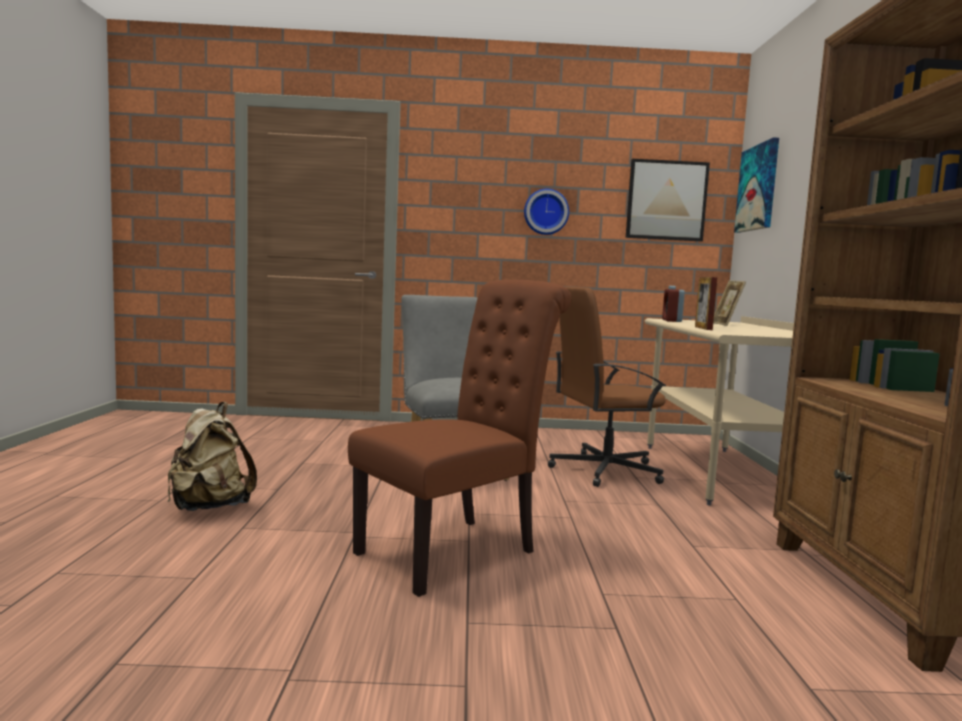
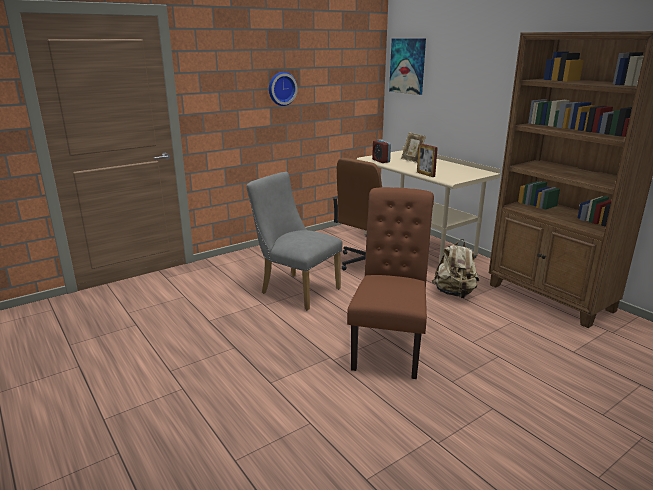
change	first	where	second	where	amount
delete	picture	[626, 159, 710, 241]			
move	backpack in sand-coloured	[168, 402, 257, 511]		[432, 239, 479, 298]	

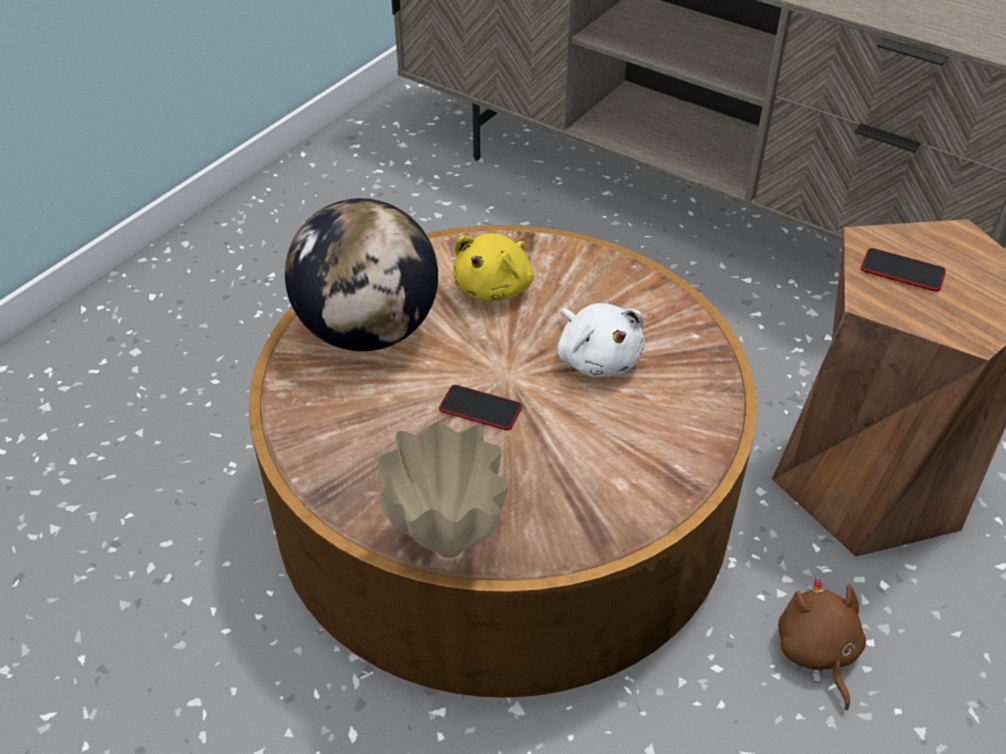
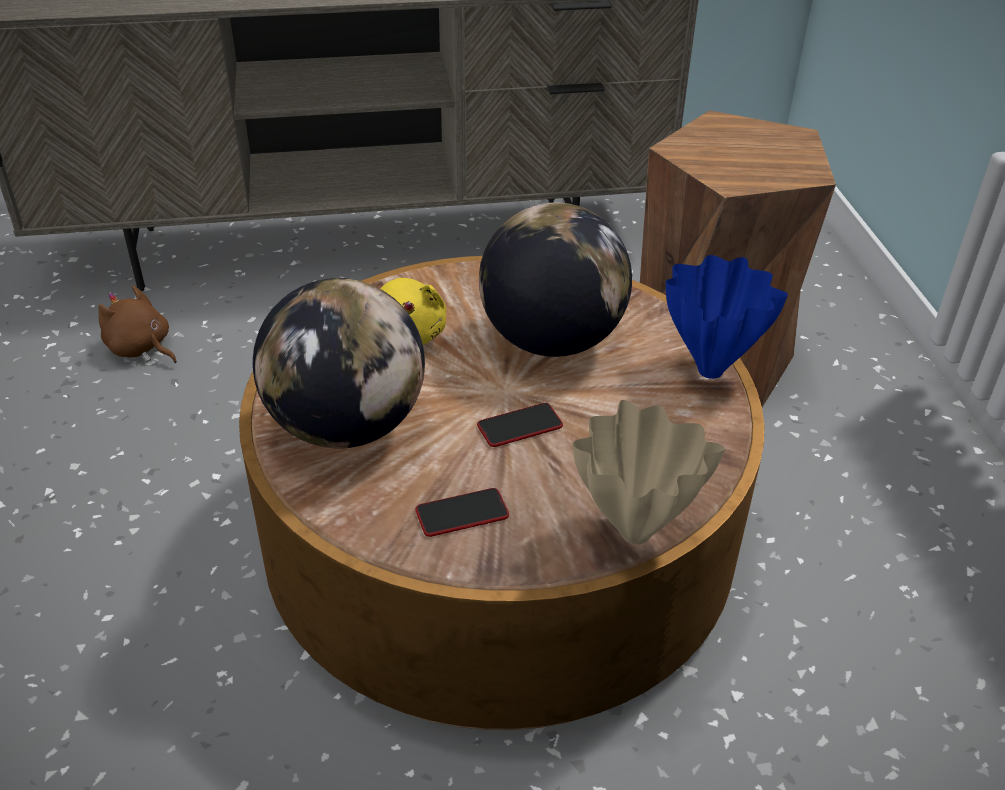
change	first	where	second	where	amount
insert			vase in blue	[666, 255, 788, 379]	
move	cuddly toy in brown	[778, 576, 866, 710]		[98, 286, 177, 363]	
move	handset	[861, 248, 946, 292]		[415, 488, 509, 537]	
replace	cuddly toy in white-coloured	[558, 303, 645, 377]	globe	[479, 203, 632, 357]	

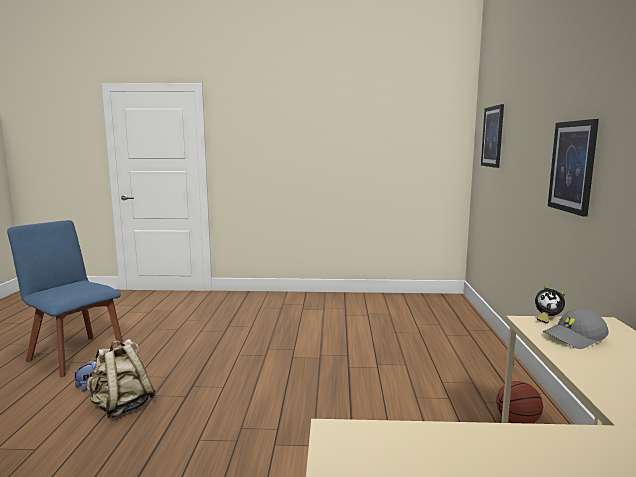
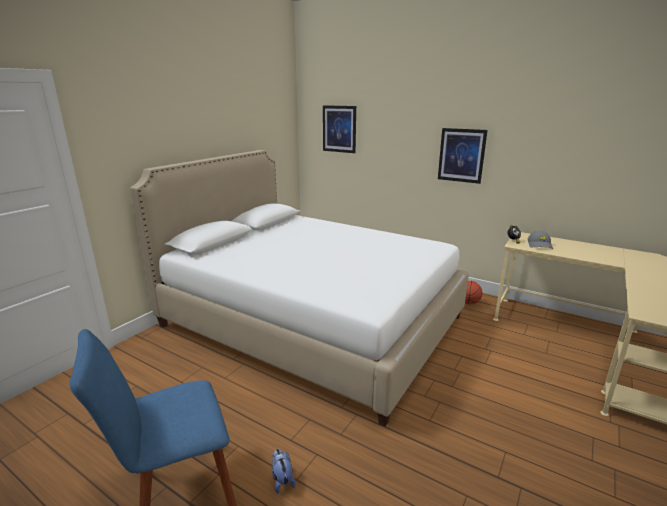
change	first	where	second	where	amount
delete	backpack in sand-coloured	[86, 339, 156, 419]			
insert			bed in white-coloured	[130, 150, 469, 427]	

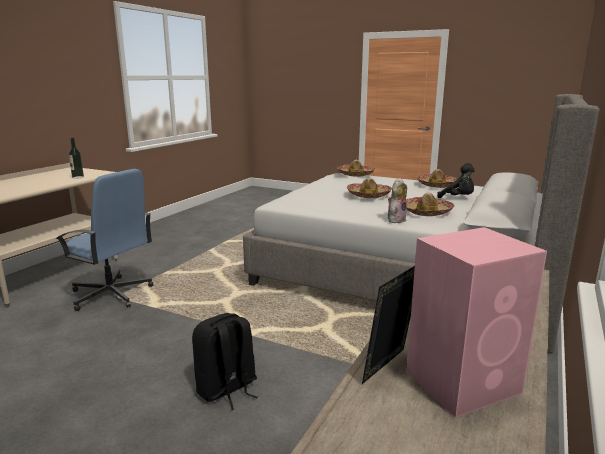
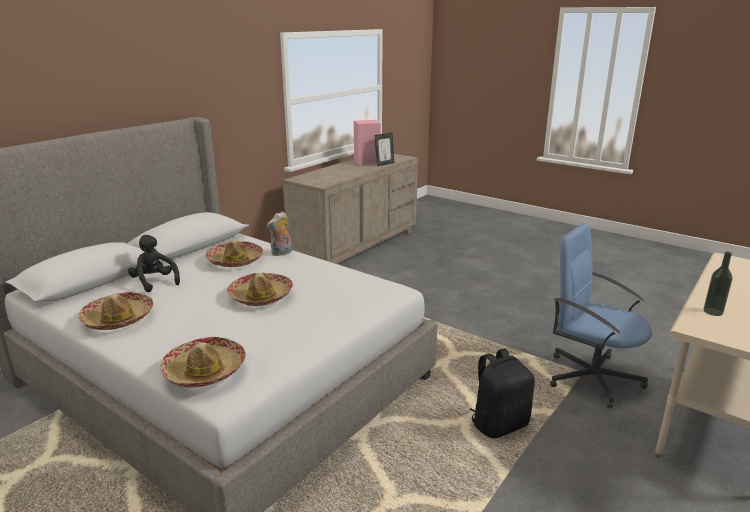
change	first	where	second	where	amount
move	backpack in blackish	[192, 313, 258, 410]		[469, 348, 535, 439]	

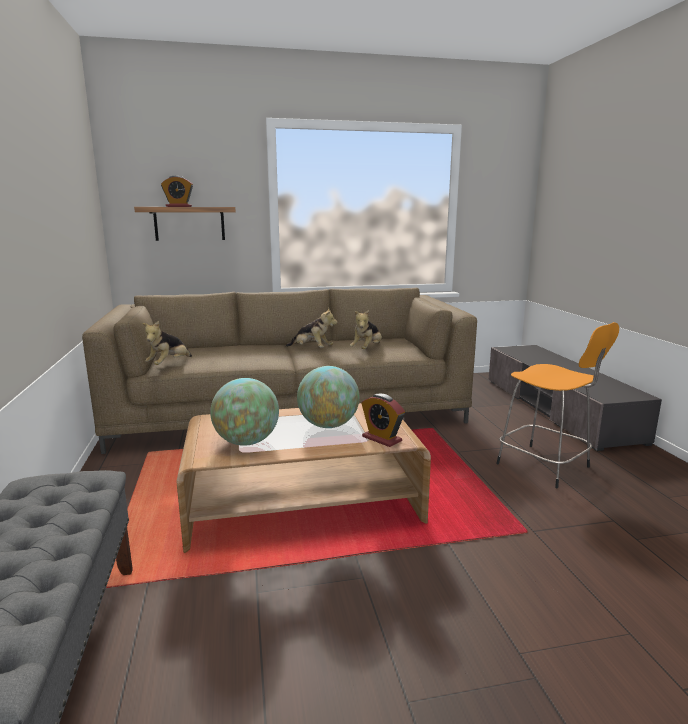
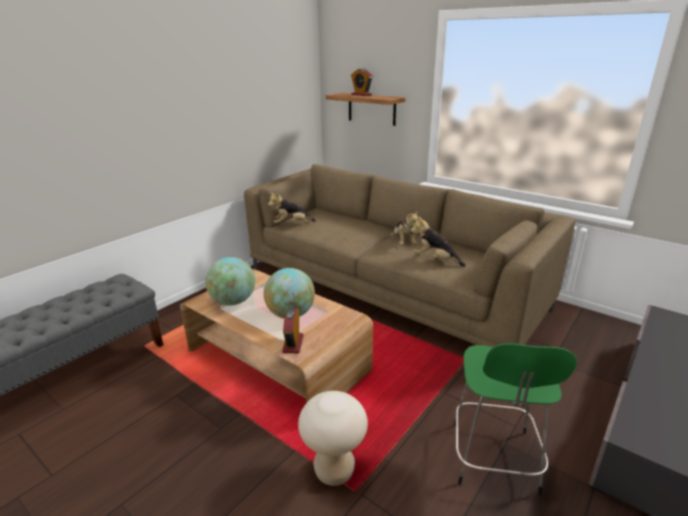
change	first	where	second	where	amount
insert			stool in sand-coloured	[298, 391, 368, 486]	
recolor	stool in orange-coloured	[496, 322, 619, 488]	stool in green-coloured	[454, 343, 577, 495]	
rotate	cuddly toy	[350, 310, 382, 349]		[411, 216, 466, 267]	45 degrees clockwise

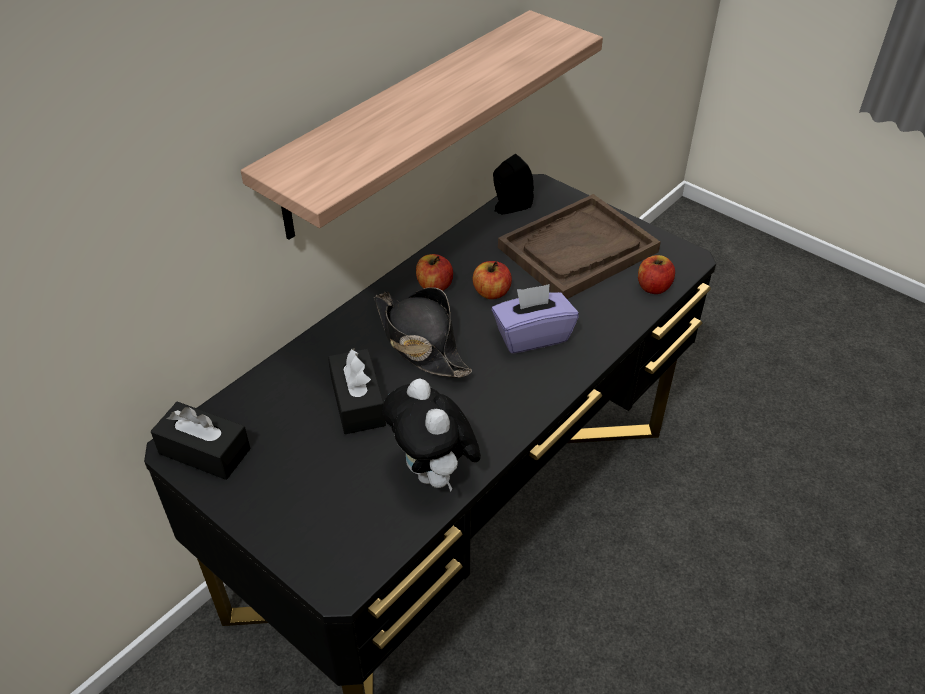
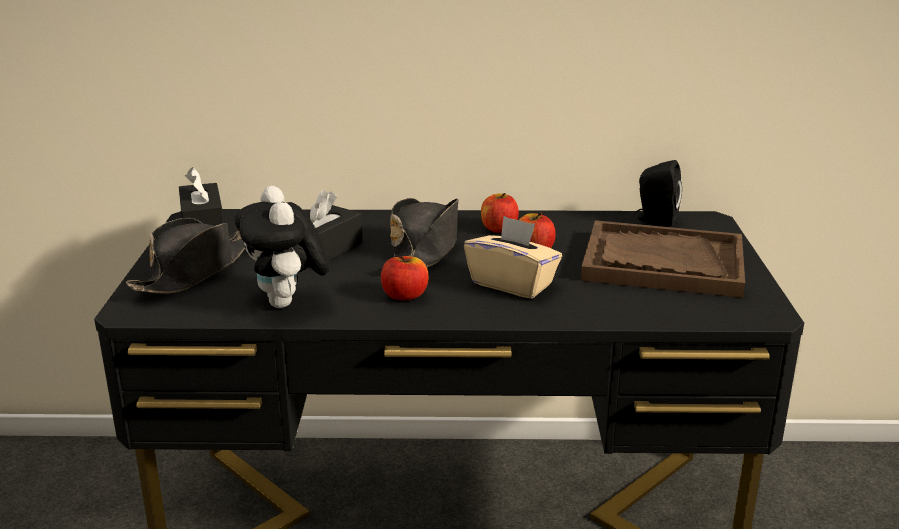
change	first	where	second	where	amount
delete	wall shelf	[241, 10, 603, 240]			
insert			clothing hat in blackish	[126, 218, 245, 294]	
move	apple	[638, 255, 675, 294]		[381, 256, 429, 301]	
recolor	box of tissues in purple	[492, 284, 579, 354]	box of tissues in sand-coloured	[464, 216, 562, 299]	
rotate	cuddly toy	[382, 378, 481, 492]		[235, 186, 330, 308]	45 degrees counterclockwise

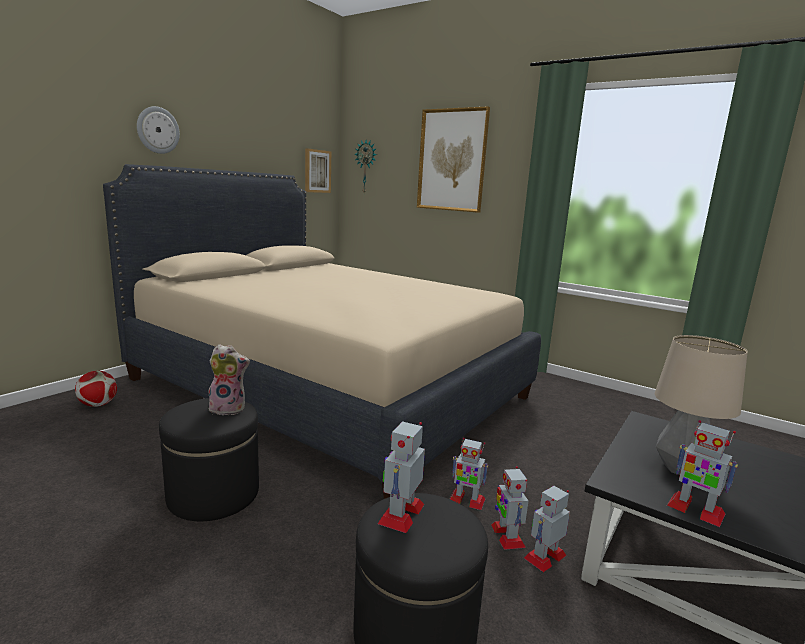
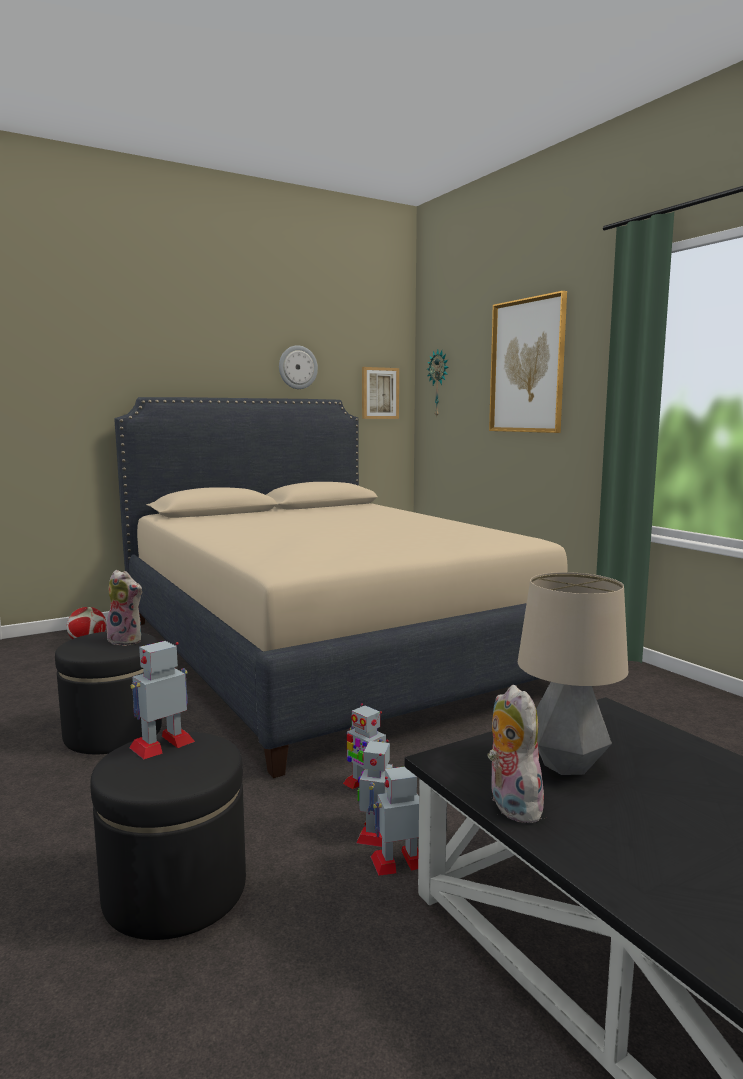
change	first	where	second	where	amount
move	wall clock	[137, 106, 180, 154]		[279, 345, 318, 389]	
replace	model robot	[667, 420, 738, 527]	cuddly toy	[487, 685, 544, 823]	

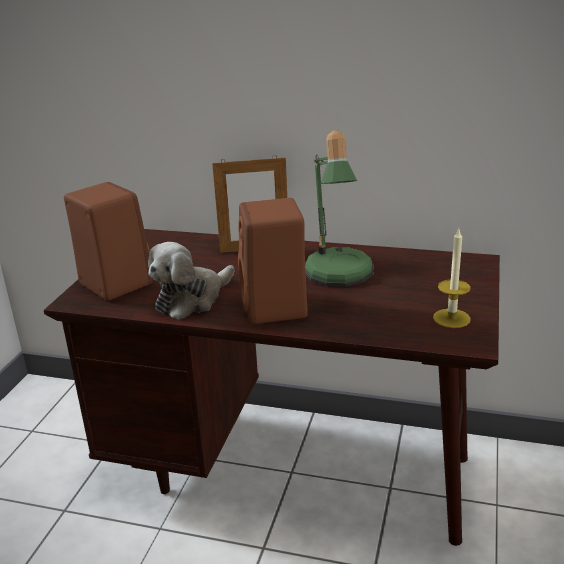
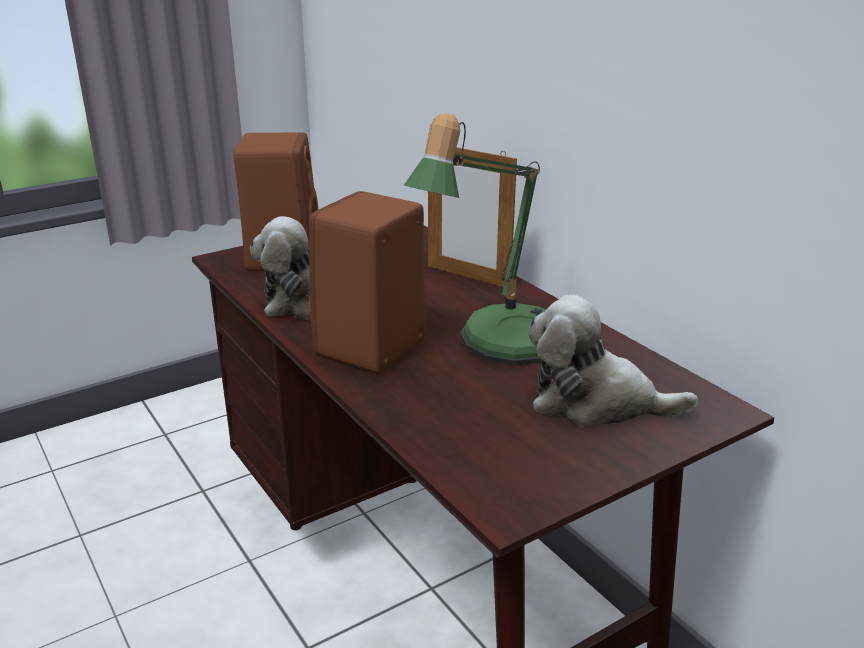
change	first	where	second	where	amount
delete	wax candle	[433, 229, 471, 328]			
insert			cuddly toy	[529, 294, 698, 427]	

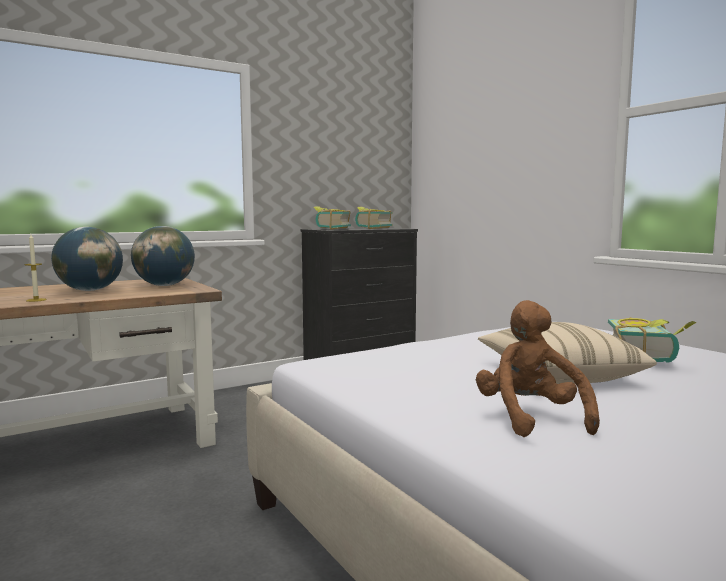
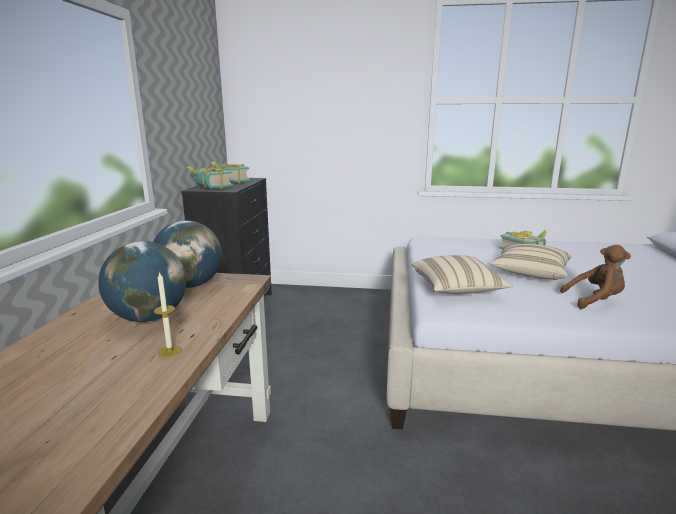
change	first	where	second	where	amount
insert			throw pillow in sand-coloured	[412, 255, 512, 294]	
rotate	cuddly toy in brown	[476, 300, 600, 437]		[560, 245, 631, 309]	150 degrees clockwise

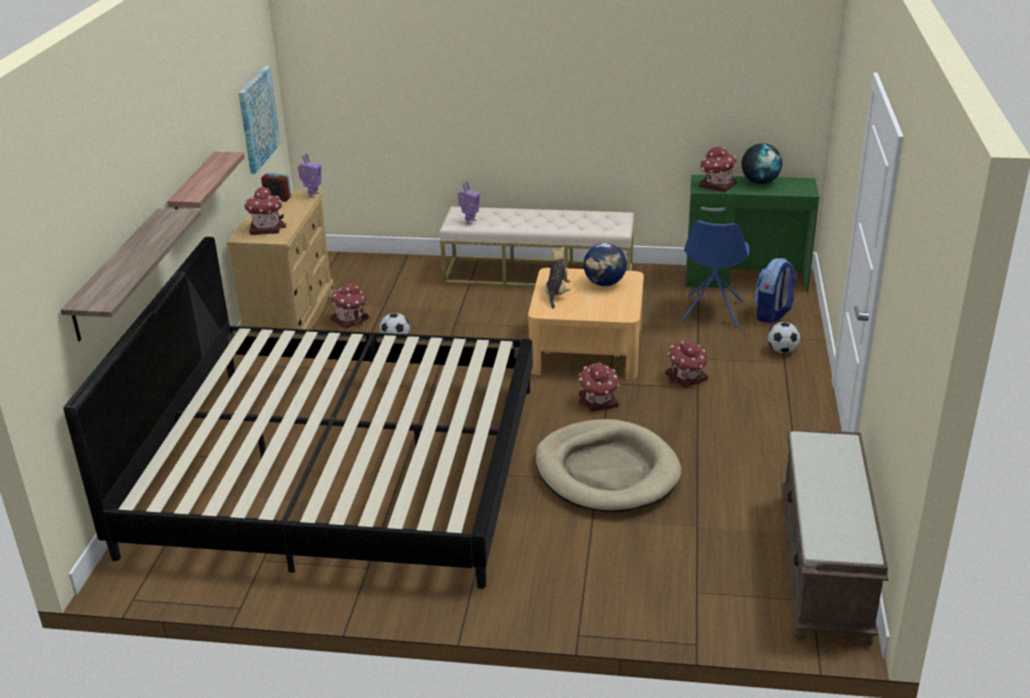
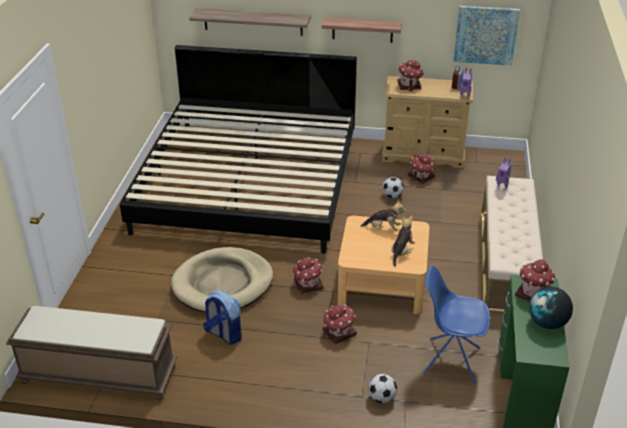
change	first	where	second	where	amount
move	backpack	[754, 258, 797, 323]		[203, 290, 242, 345]	
replace	globe	[584, 243, 627, 286]	cuddly toy	[391, 216, 415, 267]	

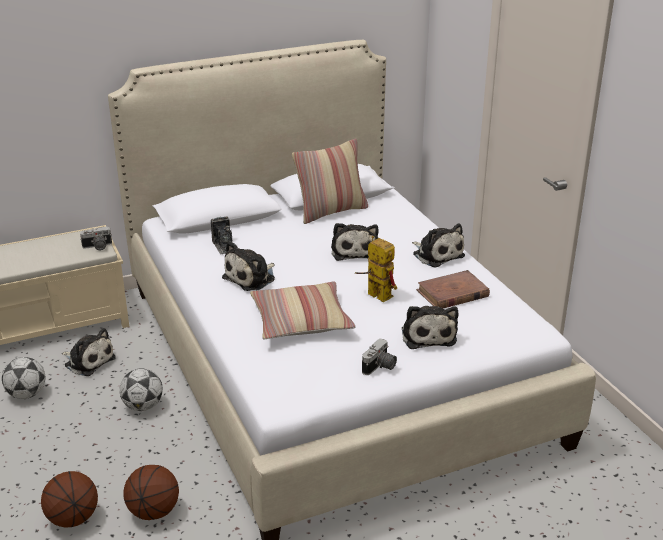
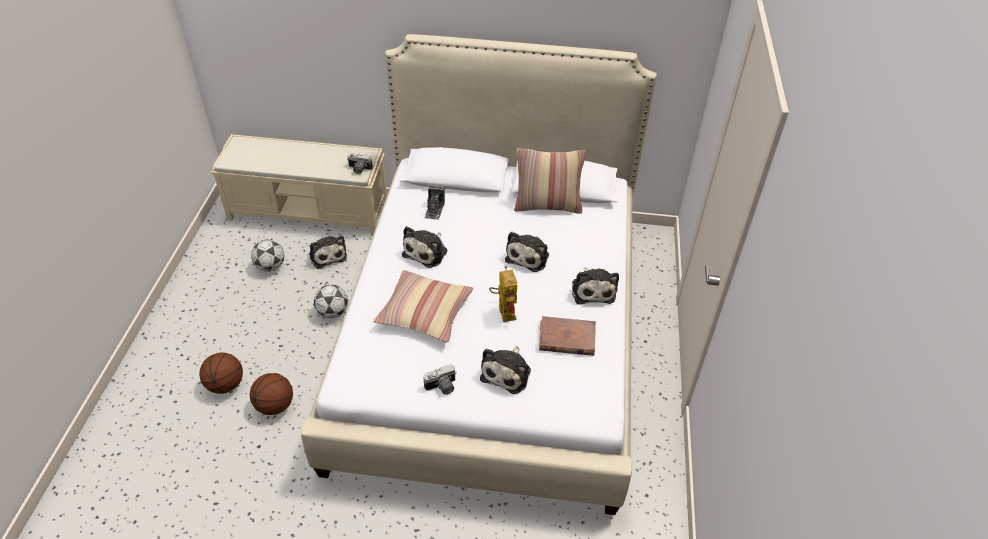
change	first	where	second	where	amount
rotate	cuddly toy	[222, 241, 275, 291]		[402, 226, 447, 268]	45 degrees counterclockwise

